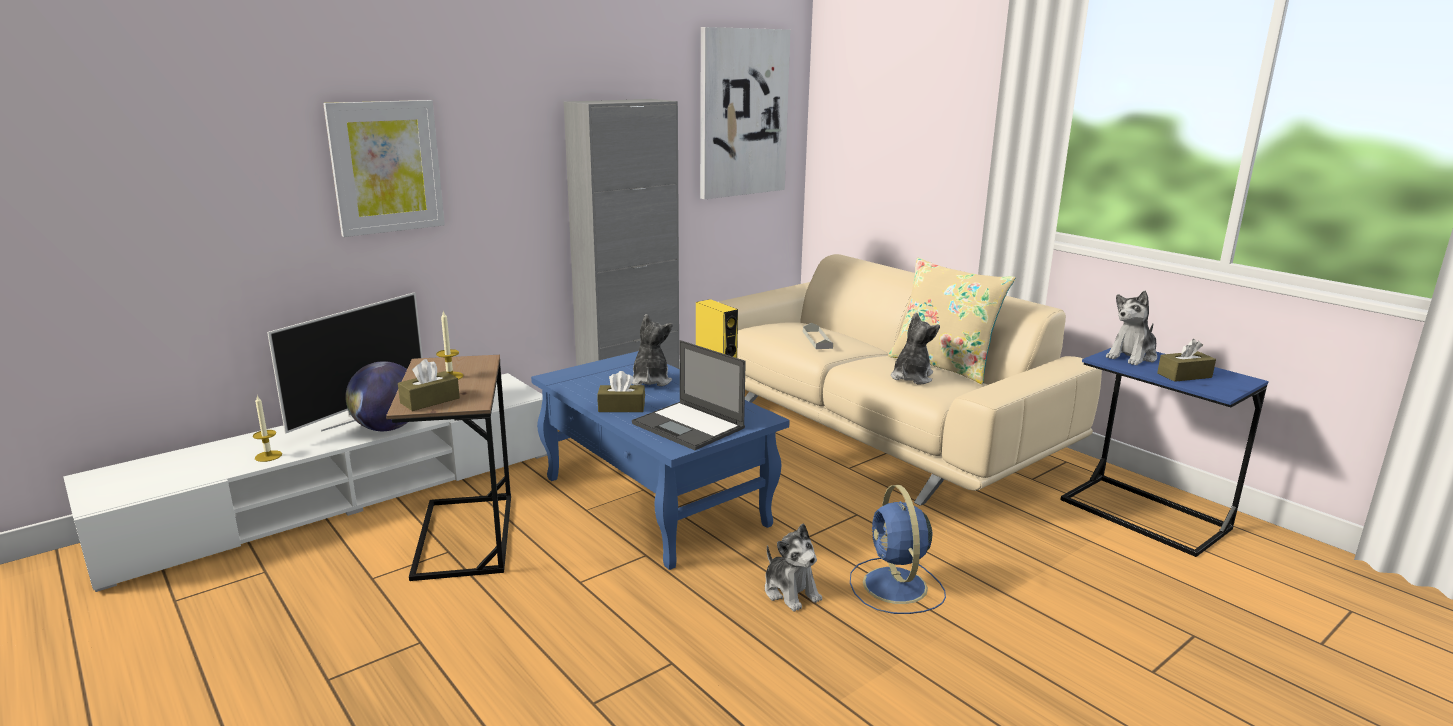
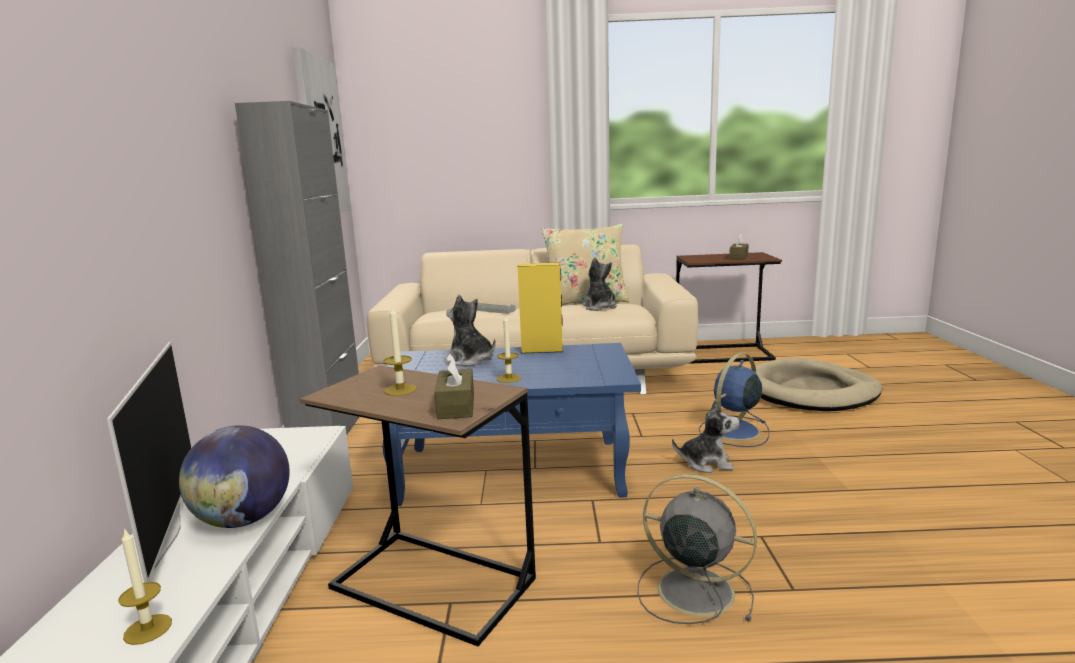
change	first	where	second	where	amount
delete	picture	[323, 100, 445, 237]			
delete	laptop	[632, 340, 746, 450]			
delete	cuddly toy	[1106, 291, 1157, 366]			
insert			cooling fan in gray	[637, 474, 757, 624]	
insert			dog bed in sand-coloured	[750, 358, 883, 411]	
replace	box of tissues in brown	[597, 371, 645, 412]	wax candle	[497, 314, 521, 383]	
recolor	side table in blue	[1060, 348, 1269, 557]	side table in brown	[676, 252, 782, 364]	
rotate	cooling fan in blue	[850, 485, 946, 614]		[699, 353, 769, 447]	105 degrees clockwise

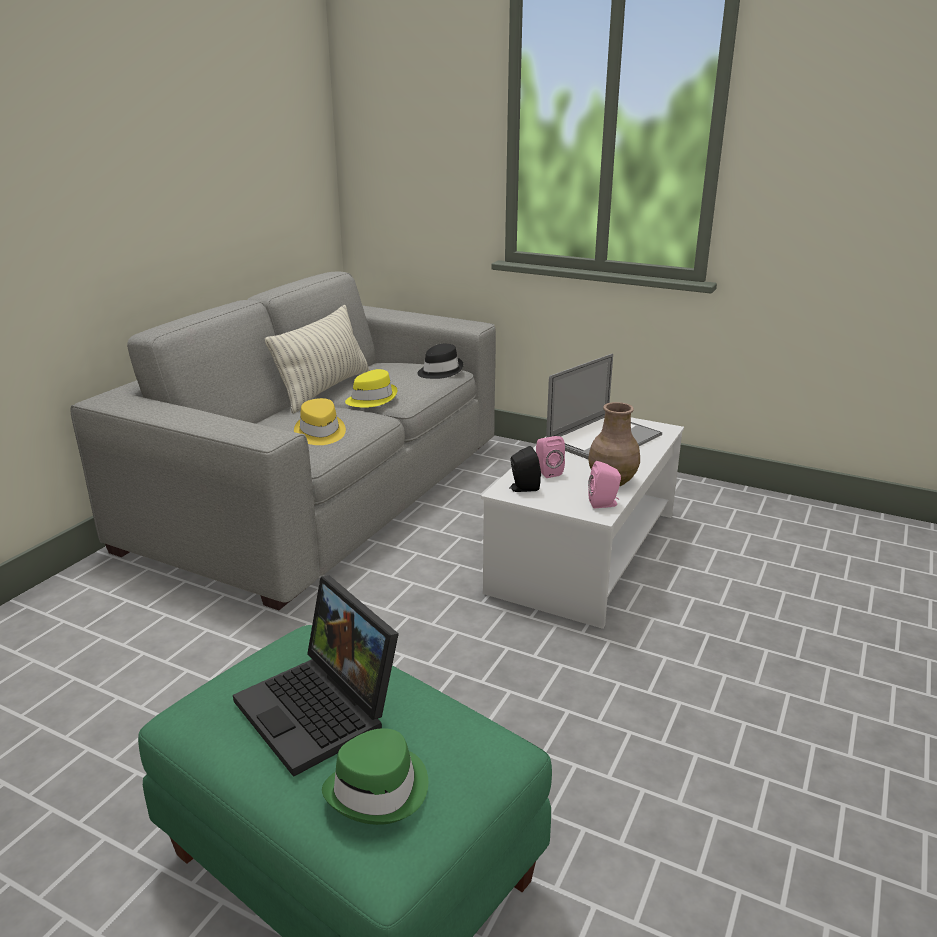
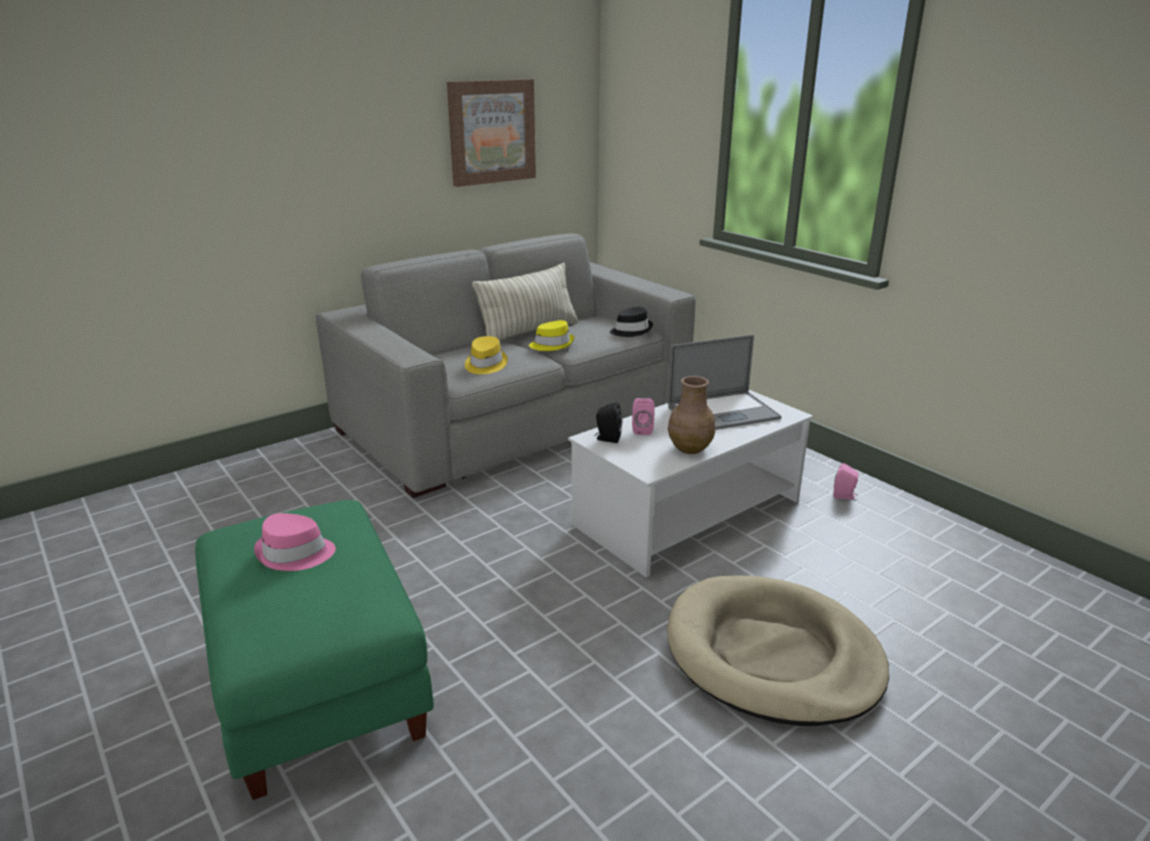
change	first	where	second	where	amount
delete	clothing hat in green-coloured	[322, 728, 428, 825]			
insert			picture	[447, 79, 536, 187]	
insert			dog bed in sand-coloured	[667, 576, 889, 726]	
move	speaker in pinkish	[588, 461, 621, 508]		[833, 463, 858, 500]	
replace	laptop	[233, 576, 399, 777]	clothing hat in pinkish	[254, 513, 336, 571]	

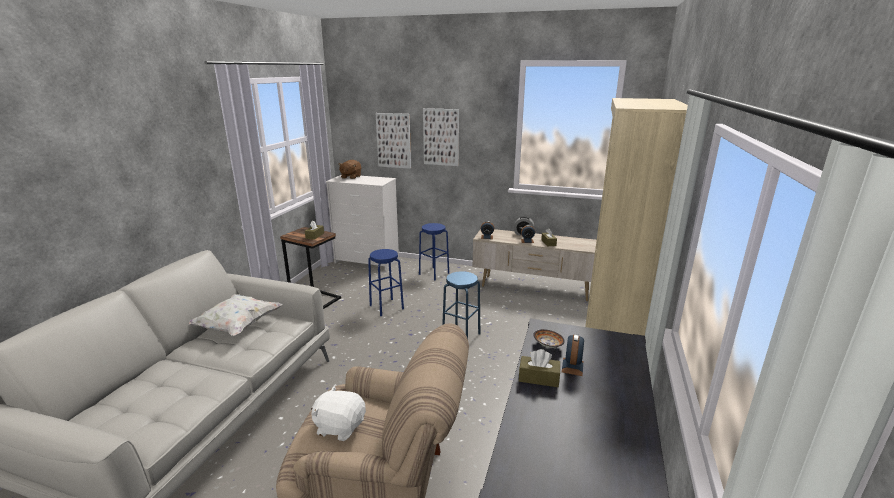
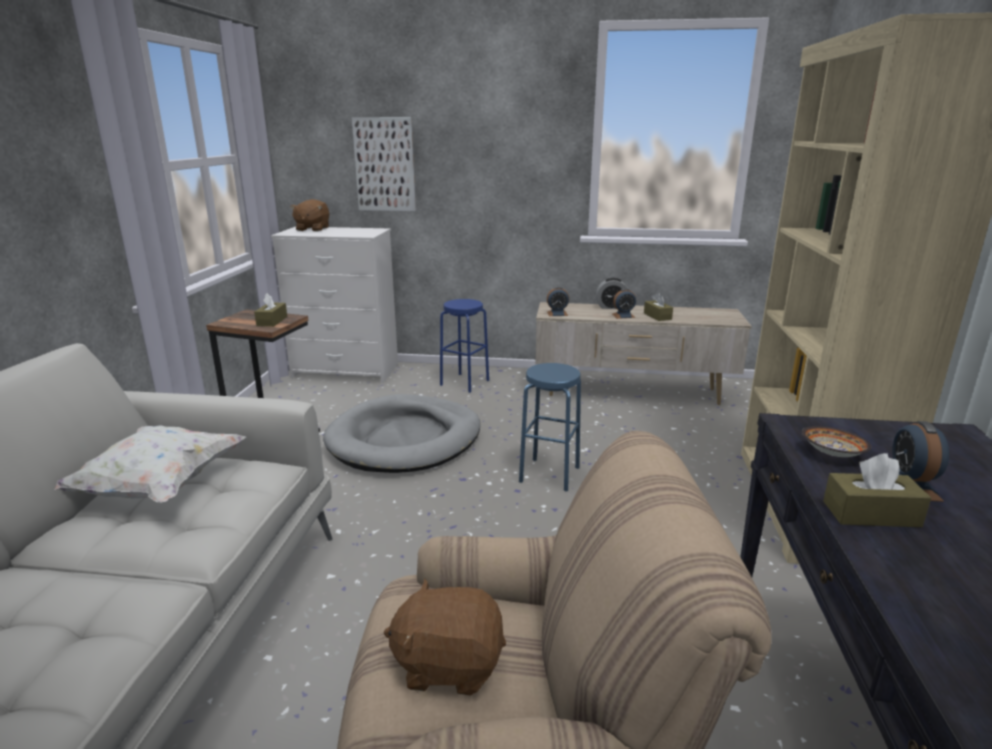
change	first	where	second	where	amount
delete	picture	[423, 108, 459, 166]			
replace	stool in blue	[368, 249, 404, 316]	dog bed in gray	[323, 394, 480, 473]	
recolor	cuddly toy in white-coloured	[311, 386, 366, 441]	cuddly toy in brown	[384, 578, 506, 695]	

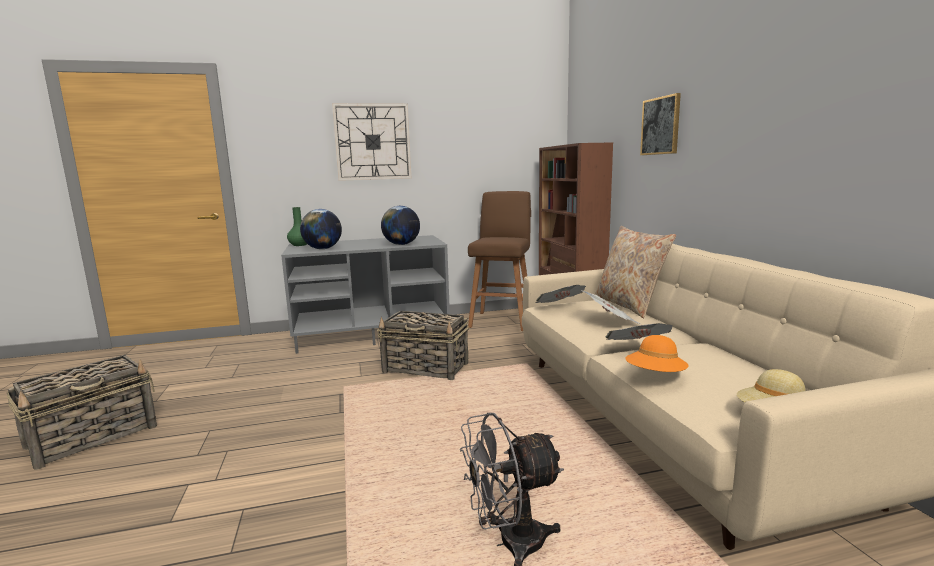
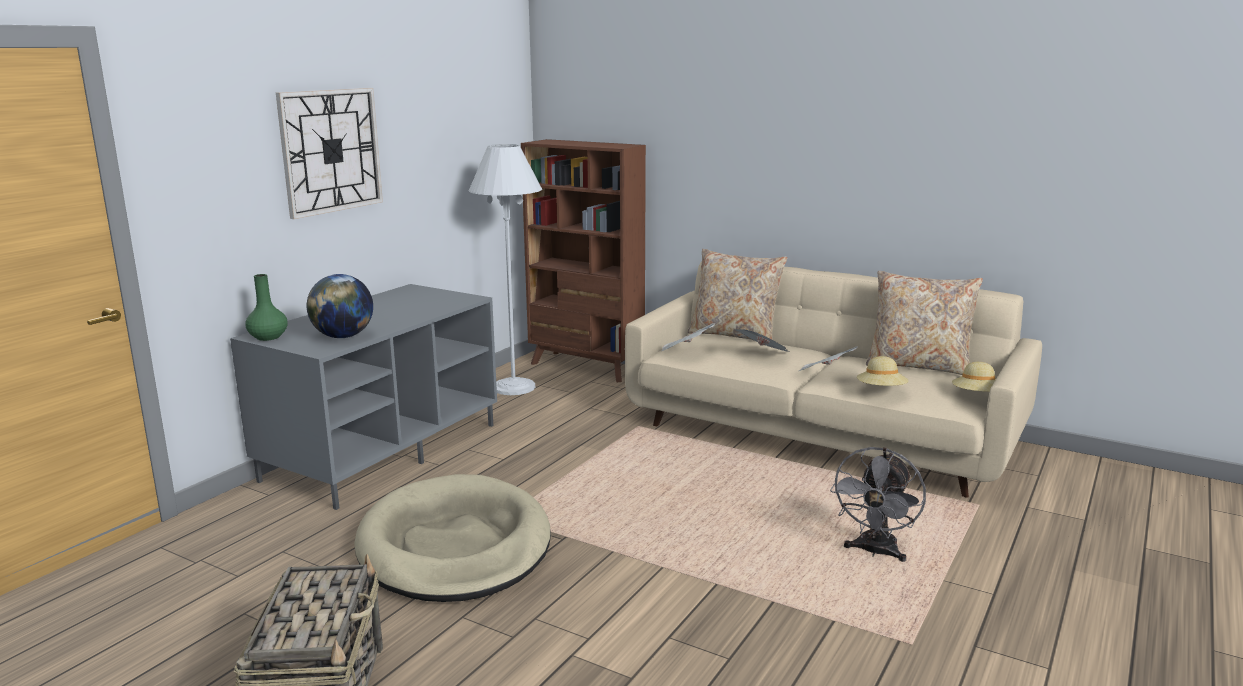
change	first	where	second	where	amount
delete	basket	[377, 311, 469, 380]			
delete	globe	[381, 206, 420, 245]			
delete	picture	[640, 93, 681, 155]			
insert			dog bed in sand-coloured	[354, 474, 551, 602]	
insert			throw pillow in sand-coloured	[866, 271, 983, 375]	
replace	stool in brown	[468, 191, 531, 331]	standing lamp in white-coloured	[469, 144, 542, 395]	
recolor	clothing hat in orange-coloured	[625, 335, 689, 372]	clothing hat in sand-coloured	[857, 356, 908, 386]	

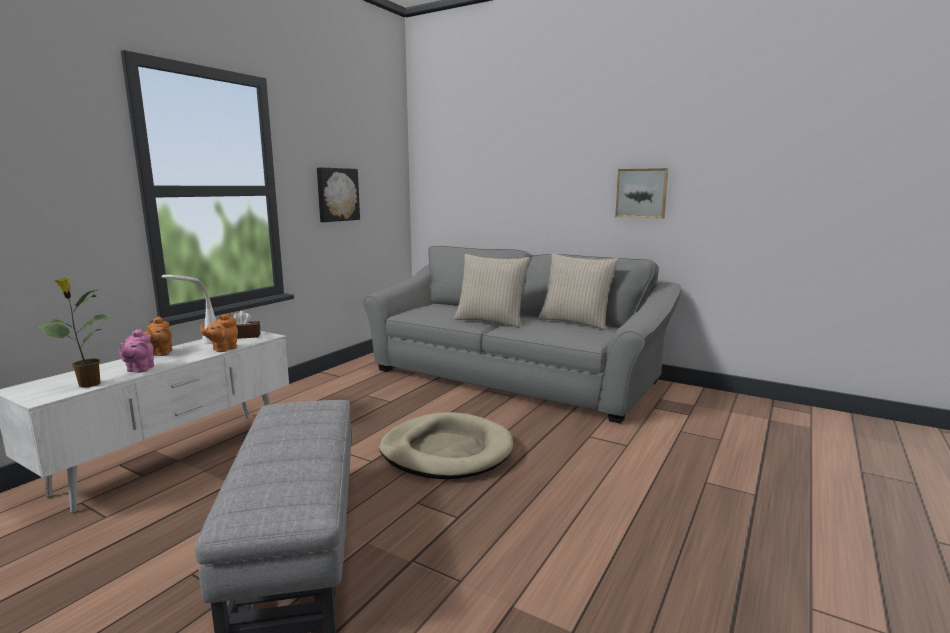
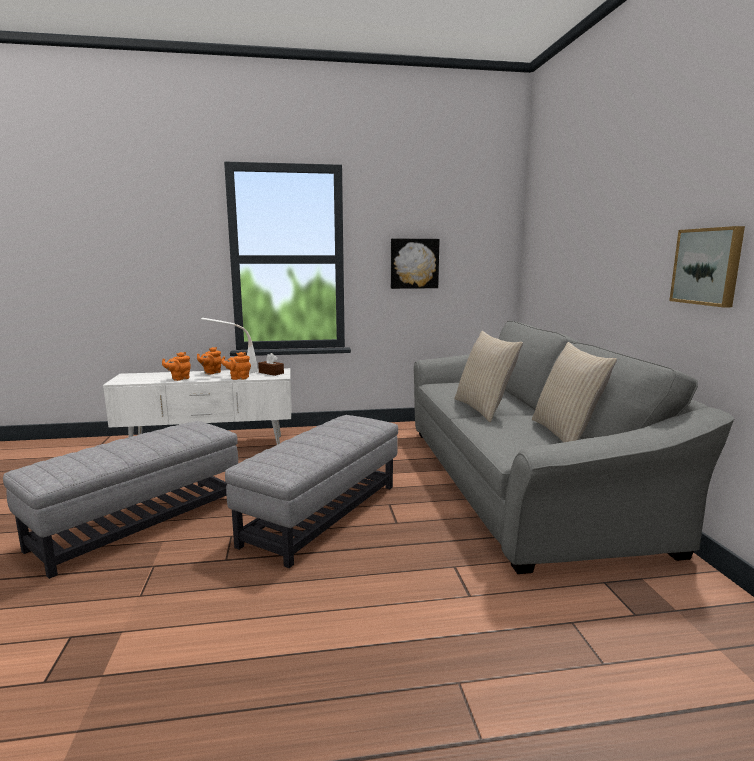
change	first	where	second	where	amount
delete	plant in a pot	[37, 278, 111, 388]			
replace	dog bed in sand-coloured	[379, 412, 513, 479]	ottoman in gray	[225, 415, 398, 568]	
recolor	pot for tea in pinkish	[119, 329, 154, 373]	pot for tea in orange-coloured	[162, 352, 191, 381]	

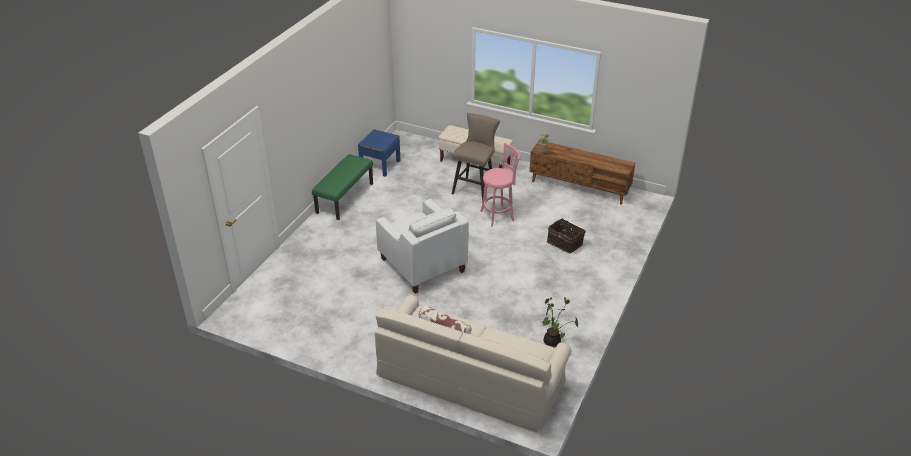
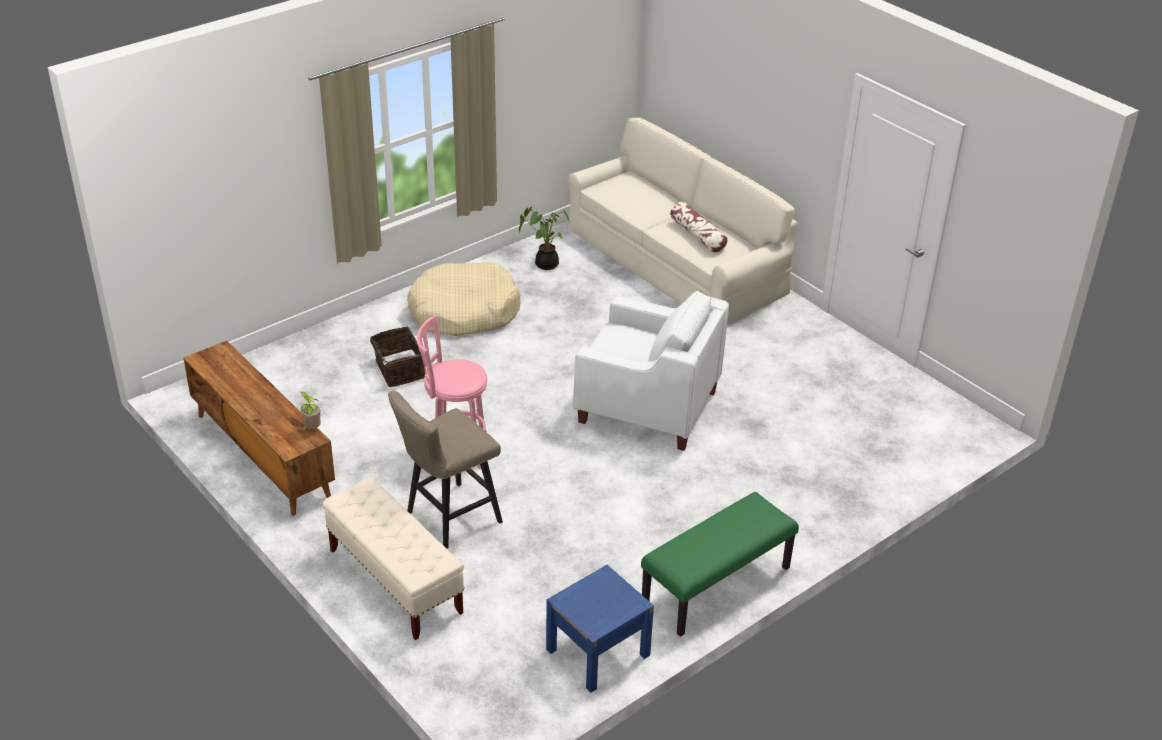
change	first	where	second	where	amount
insert			dog bed in sand-coloured	[407, 262, 520, 336]	
rotate	lounge chair in white-coloured	[376, 199, 469, 294]		[573, 291, 729, 451]	120 degrees clockwise

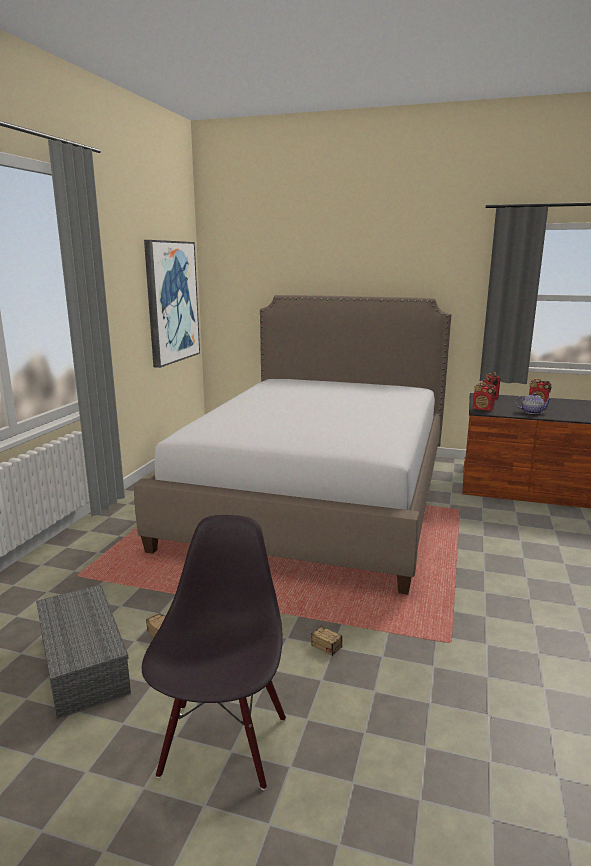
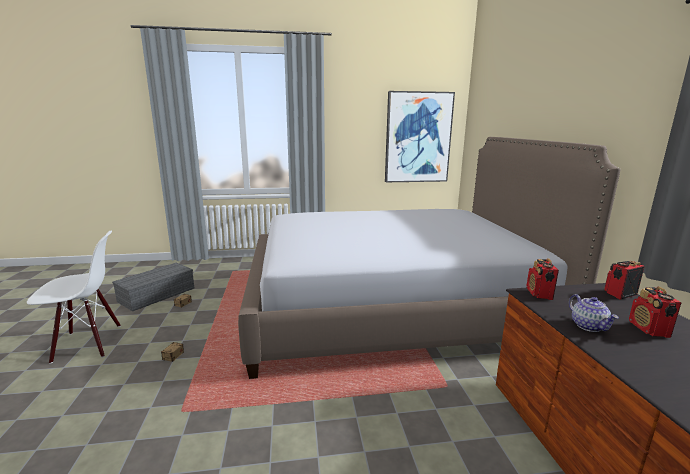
change	first	where	second	where	amount
recolor	plain chair in blackish	[142, 515, 286, 790]	plain chair in white-coloured	[27, 231, 121, 364]	

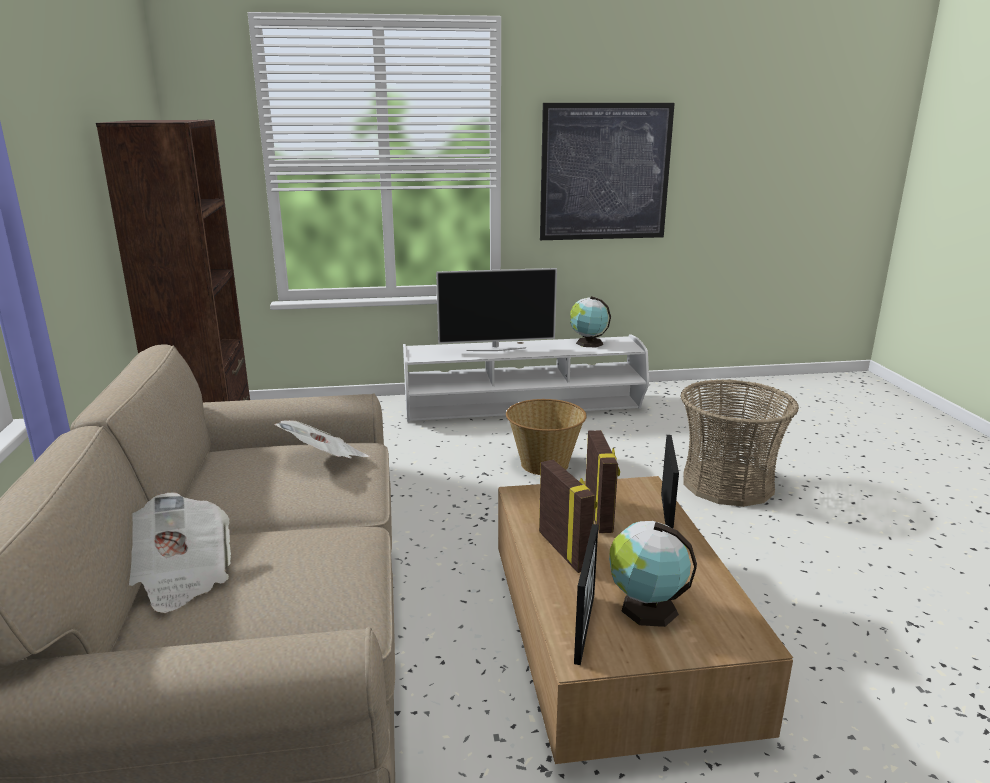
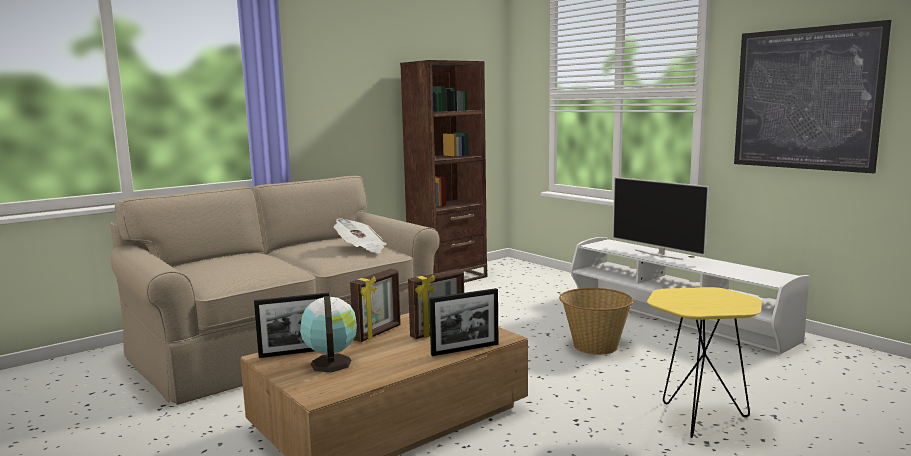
change	first	where	second	where	amount
delete	printed paper	[129, 493, 231, 613]			
delete	globe	[570, 296, 611, 347]			
replace	basket	[680, 379, 799, 507]	side table in yellowish	[647, 287, 762, 438]	

